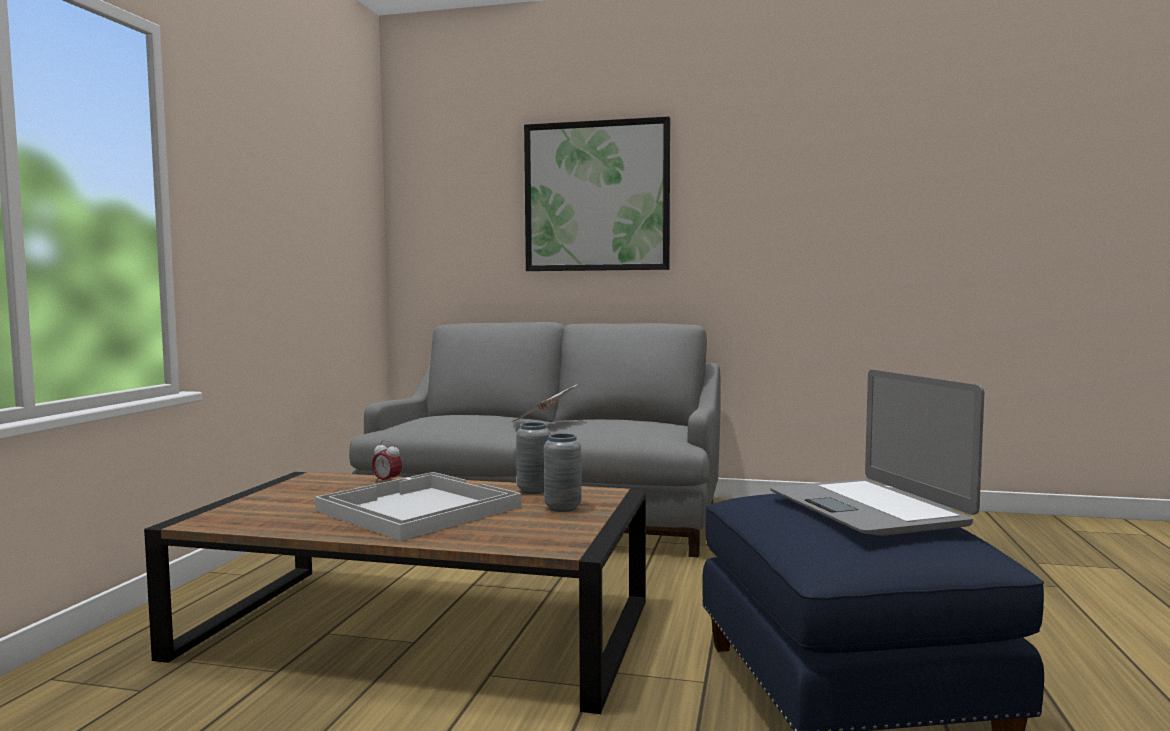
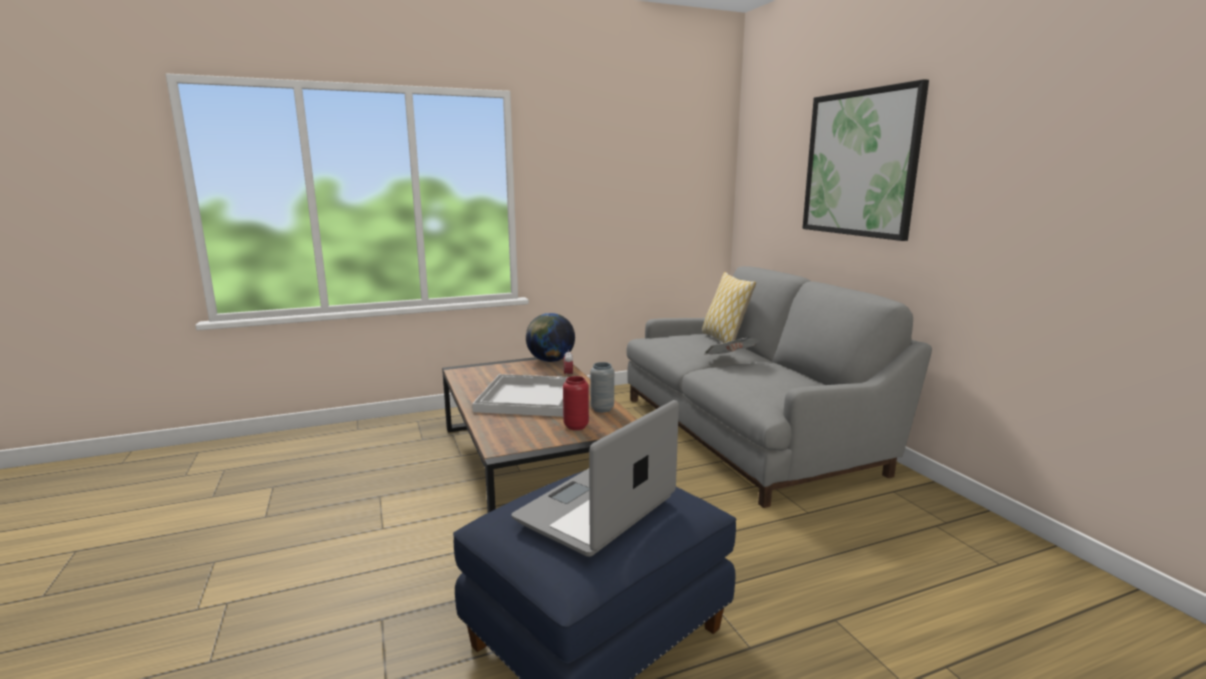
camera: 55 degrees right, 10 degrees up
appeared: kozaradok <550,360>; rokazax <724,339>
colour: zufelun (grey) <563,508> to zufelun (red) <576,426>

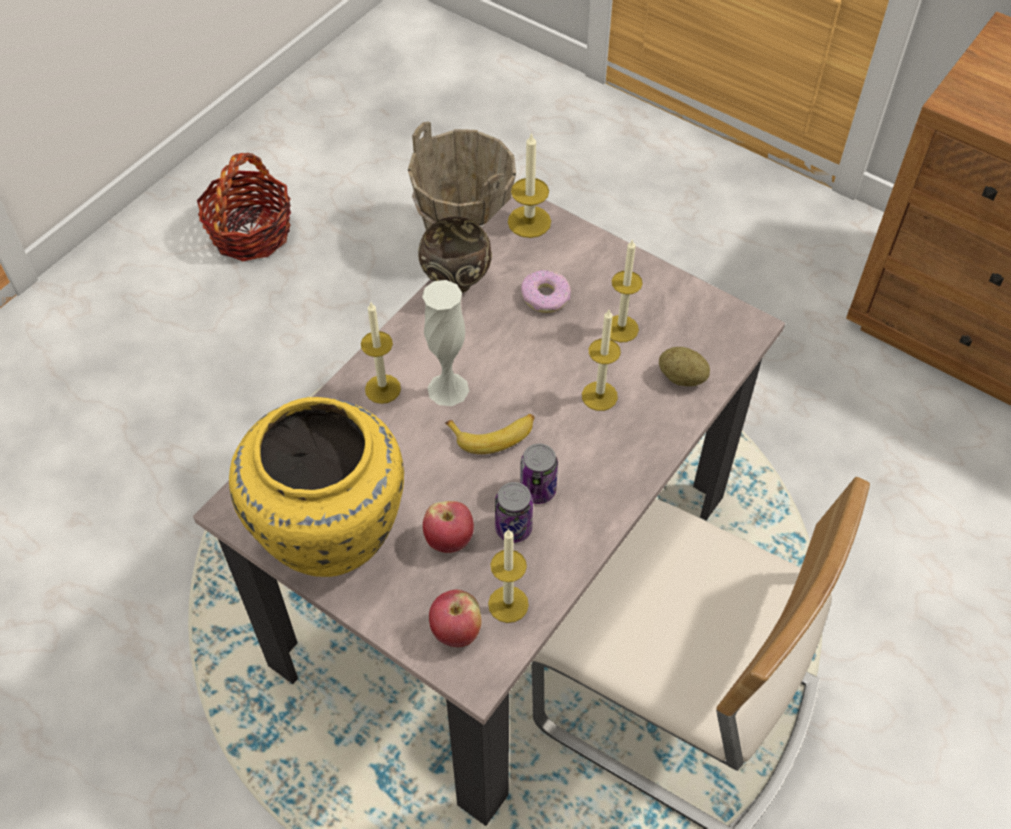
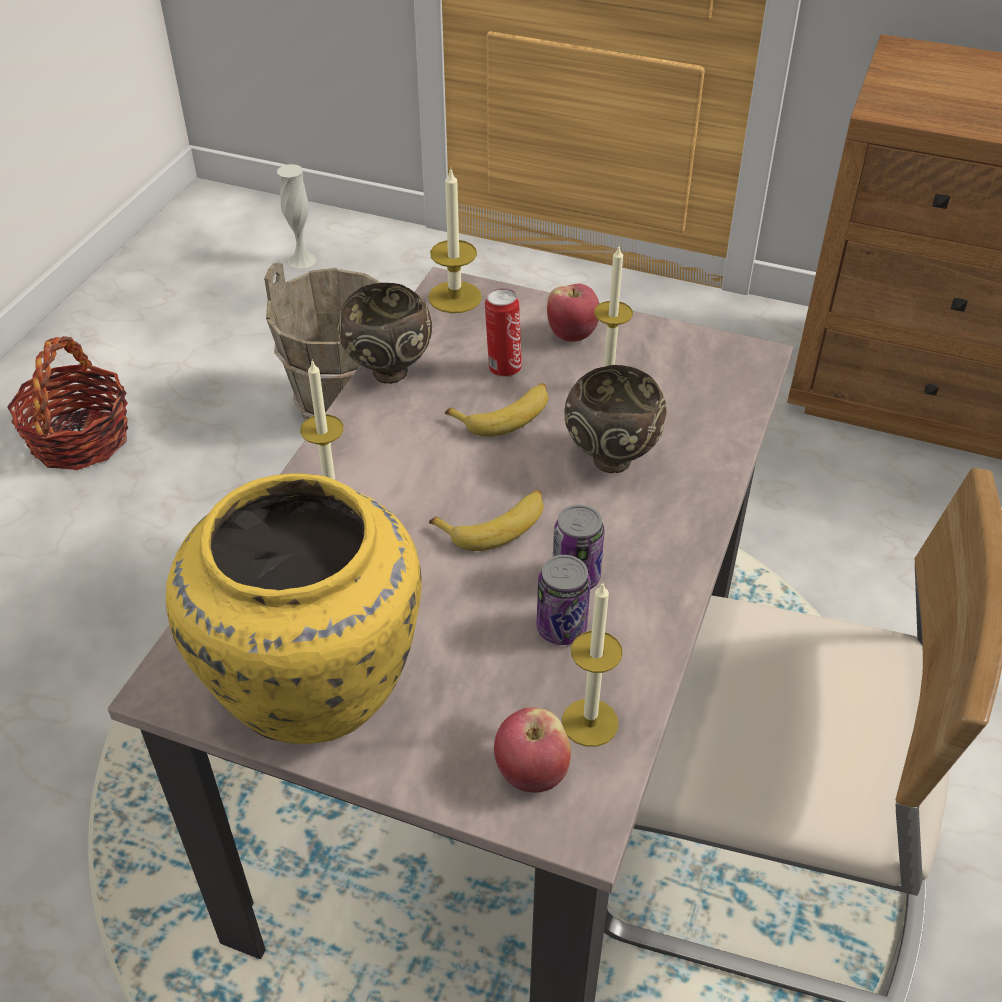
camera: 15 degrees left, 10 degrees down
missing: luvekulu <682,377>
appeared: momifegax <504,415>
relocated: zufelun (white) <448,389> to <302,260>; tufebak <449,540> to <572,335>
exchanged: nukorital <545,296> to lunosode <503,367>; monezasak <599,396> to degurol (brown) <610,458>

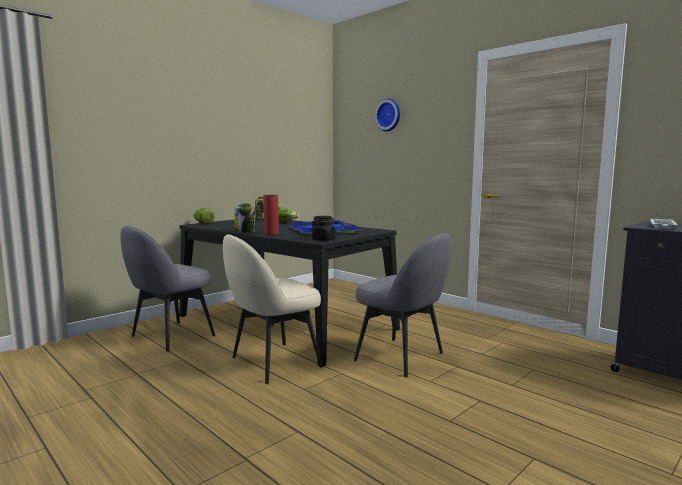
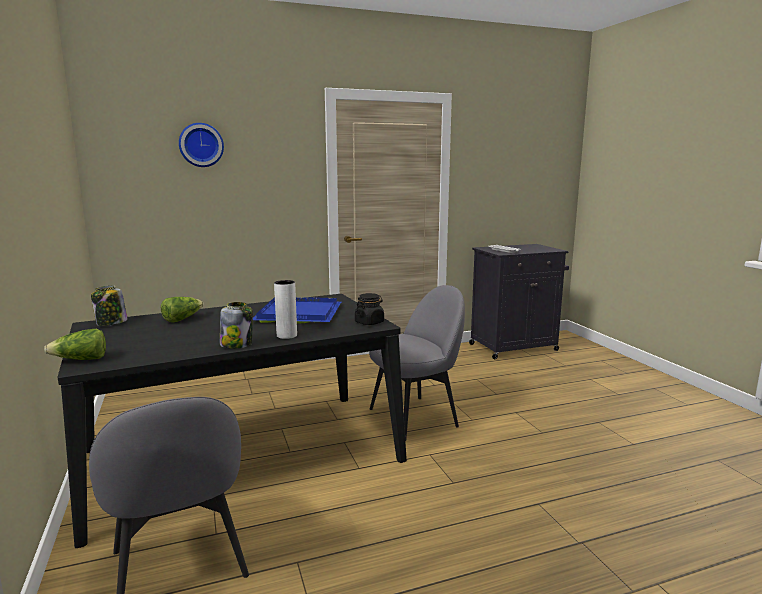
camera: 65 degrees left, 5 degrees up
missing: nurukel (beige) <273,362>
colour: zufelun (red) <271,233> to zufelun (white) <287,335>

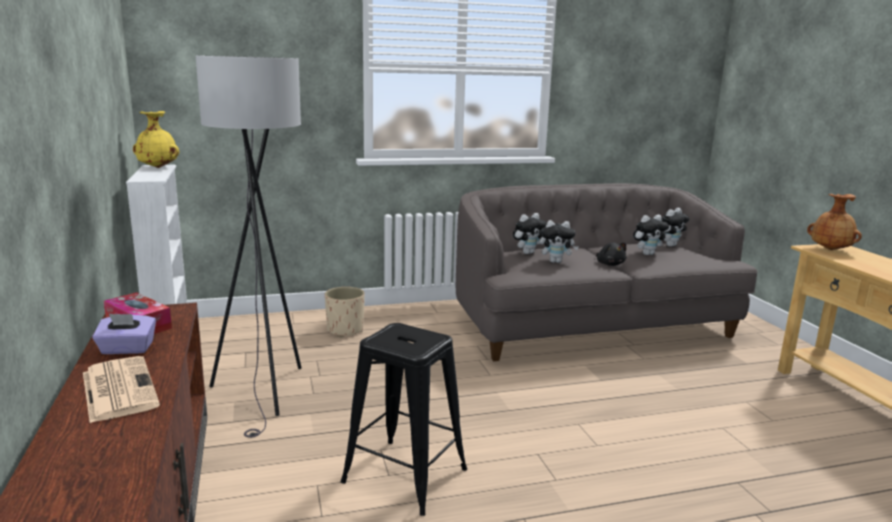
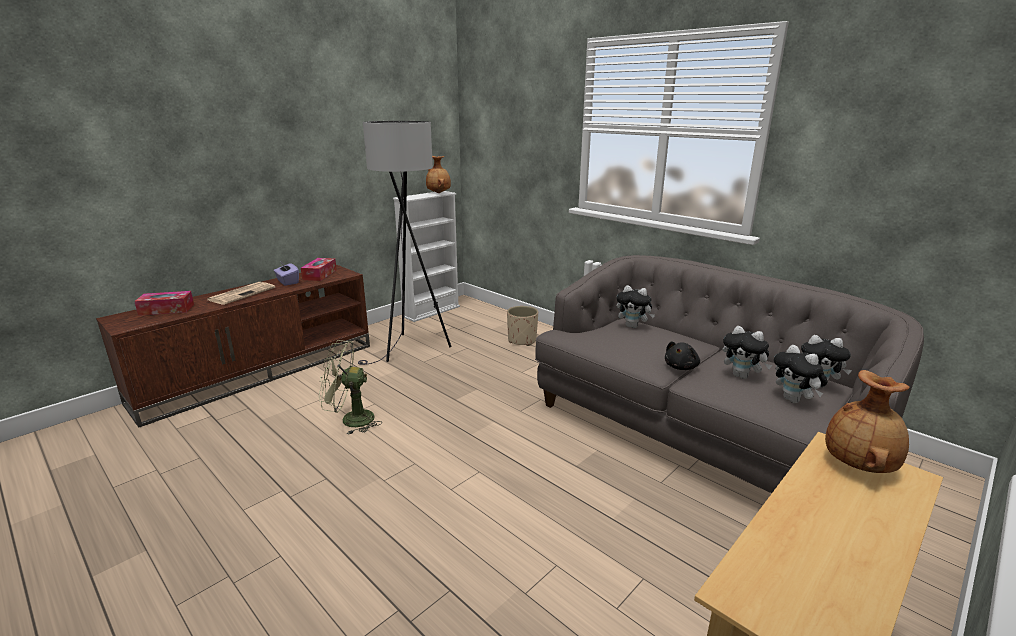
camera: 60 degrees right, 5 degrees up
appeared: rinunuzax <166,309>
relocated: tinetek <556,261> to <794,400>
exchanged: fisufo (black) <404,475> to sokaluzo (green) <350,420>
colour: zufelun (yellow) <158,167> to zufelun (brown) <439,193>

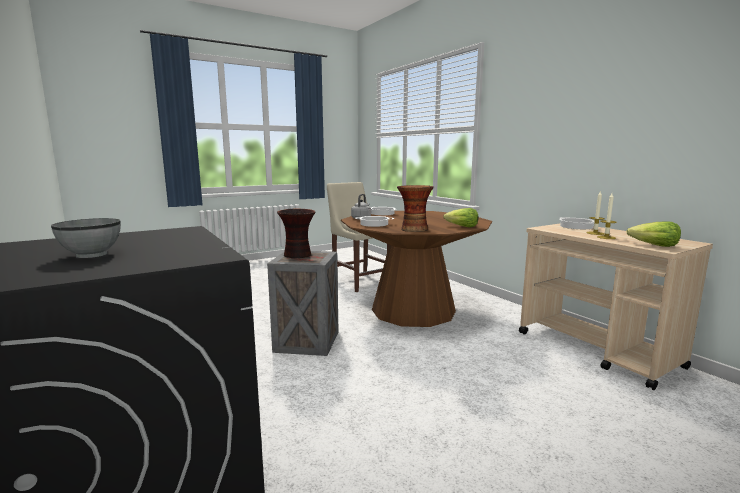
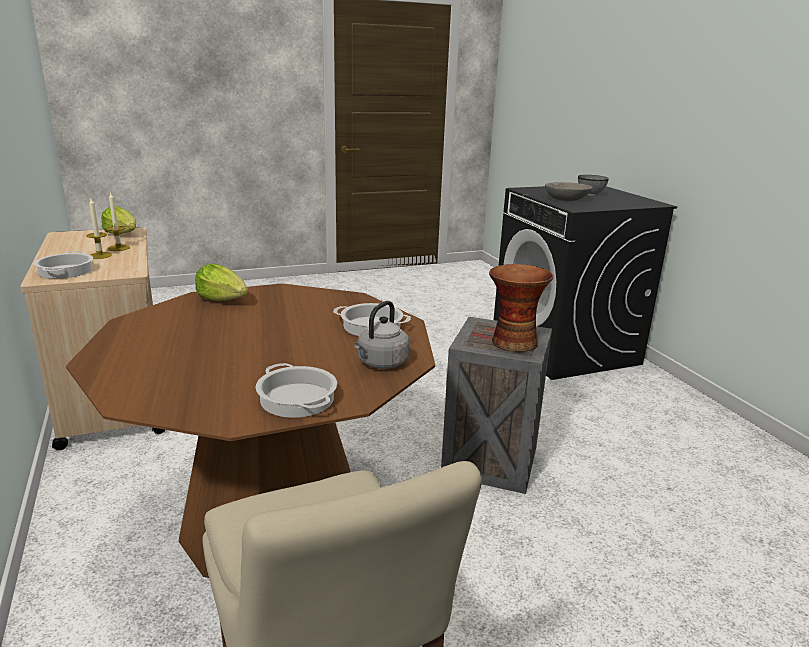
camera: 170 degrees left, 10 degrees up
missing: zufelun <413,229>
appeared: degurol (grey) <566,199>

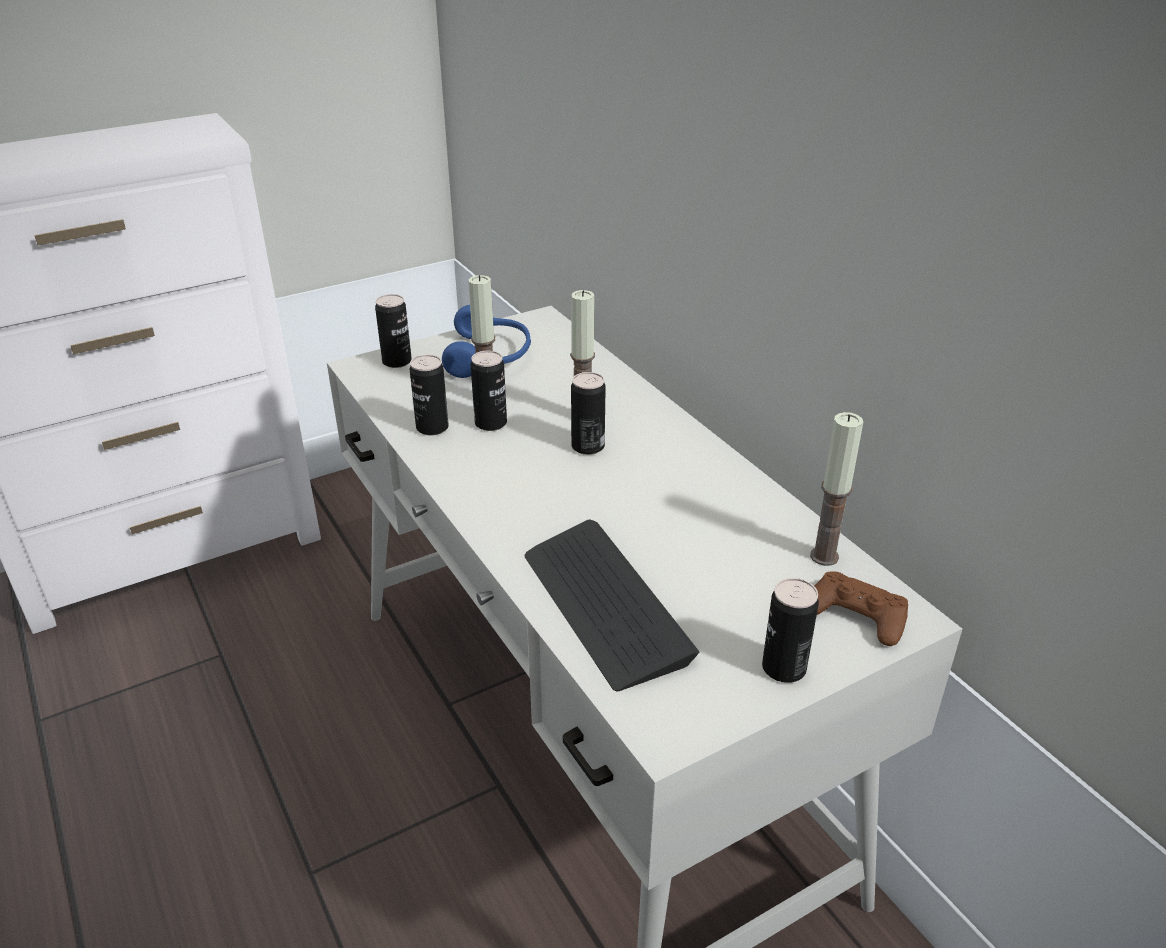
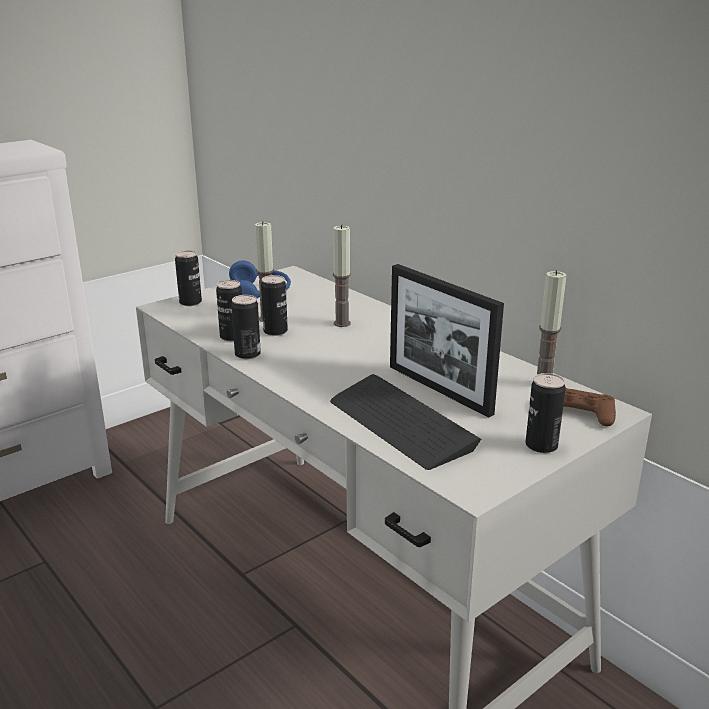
camera: 10 degrees left, 10 degrees down
appeared: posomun <439,389>
relocated: lunosode <588,446> to <247,354>

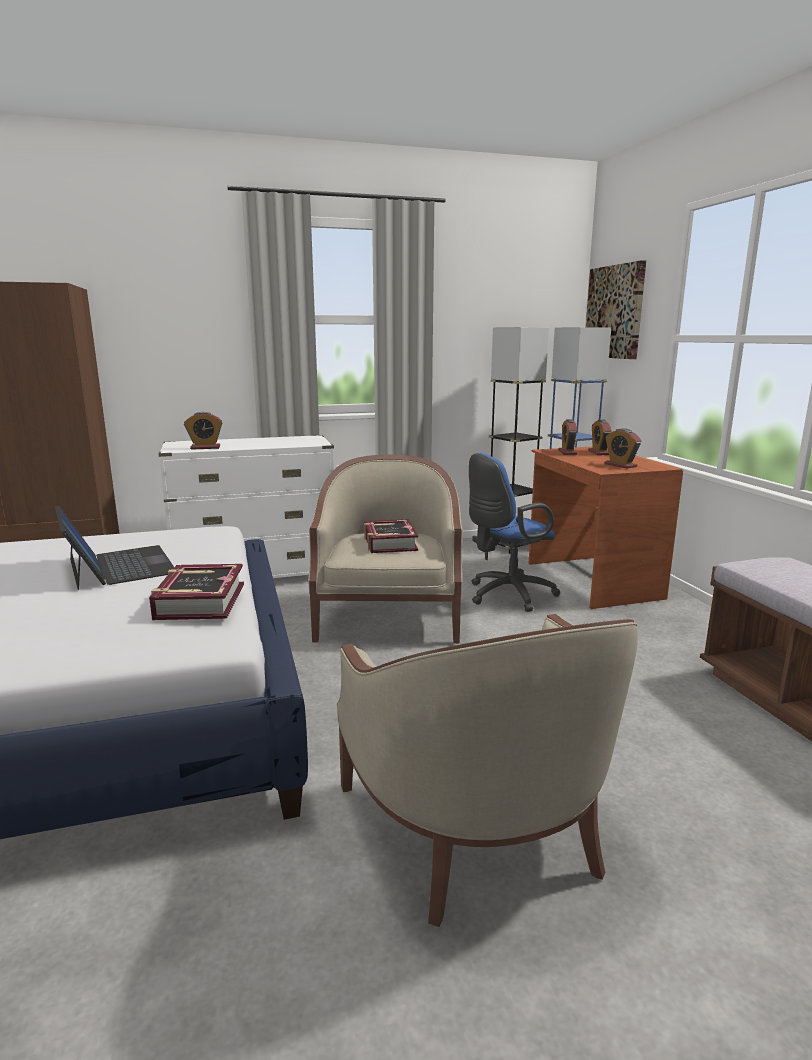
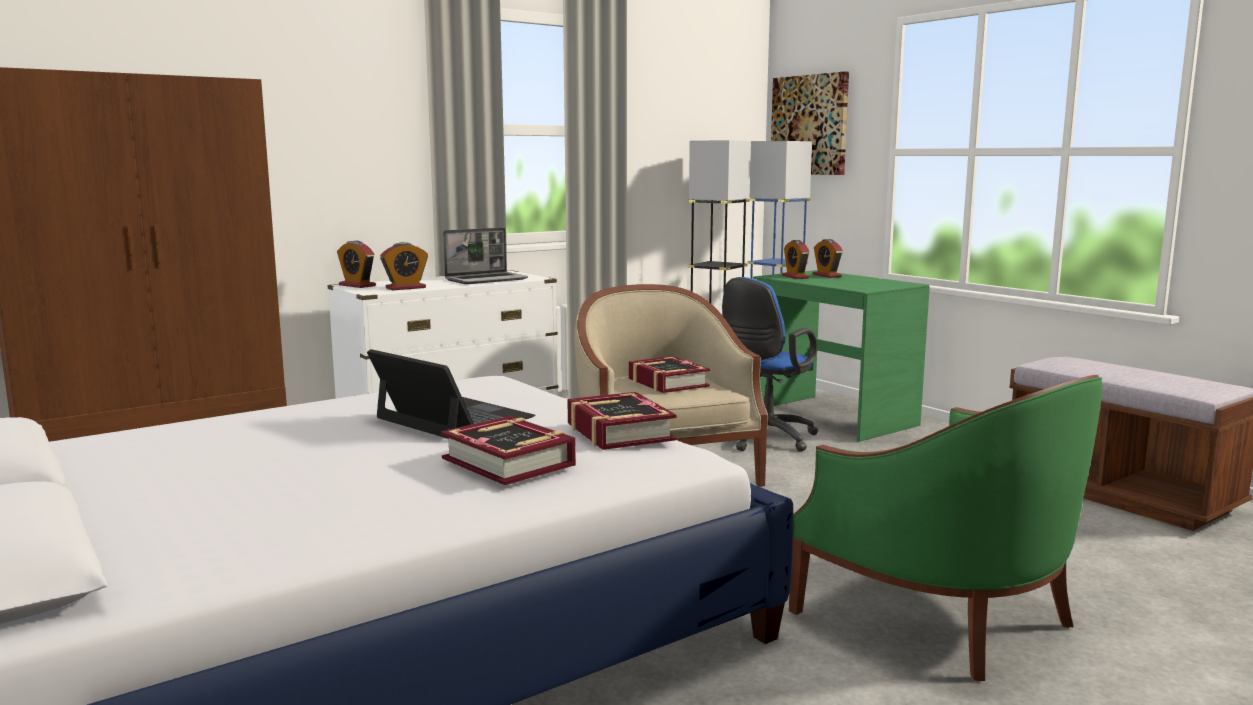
camera: 20 degrees left, 5 degrees down
appeared: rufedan <509,462>; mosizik <487,280>
relocated: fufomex <620,465> to <357,285>
colour: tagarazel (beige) <476,825> to tagarazel (green) <938,615>; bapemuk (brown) <591,580> to bapemuk (green) <832,417>

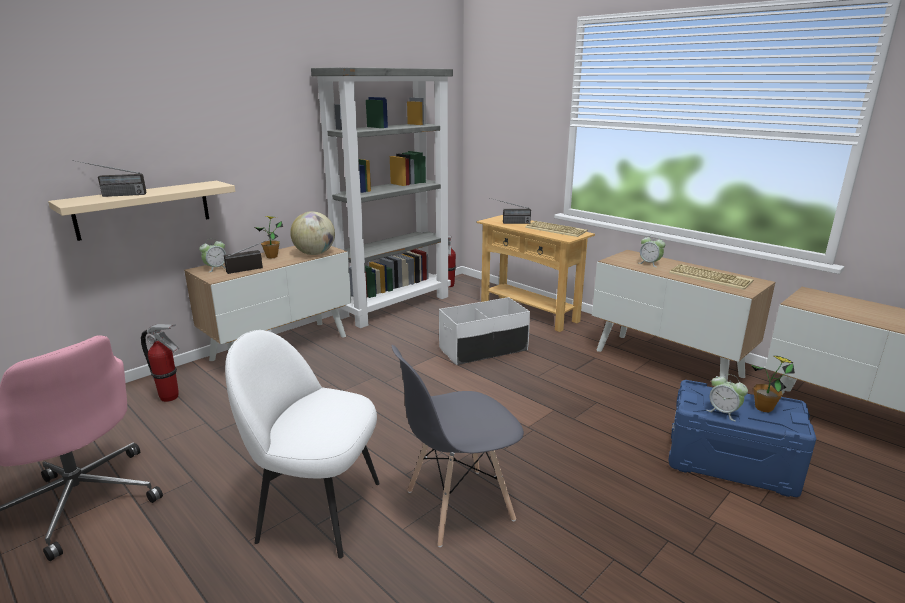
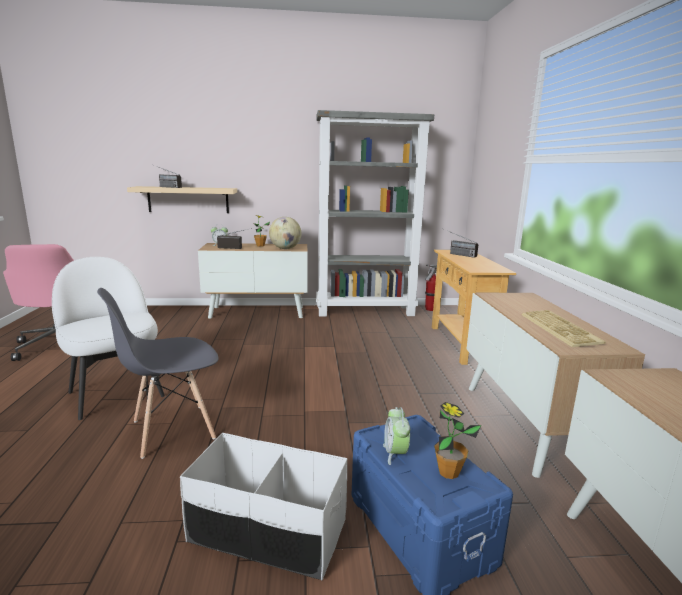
camera: 40 degrees right, 5 degrees down
missing: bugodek <170,397>; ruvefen <556,230>; fufomex <650,264>
relocated: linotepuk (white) <483,349> to <268,532>
spun: nurukel (grey) <458,506> = <172,430> 45 degrees counterclockwise

